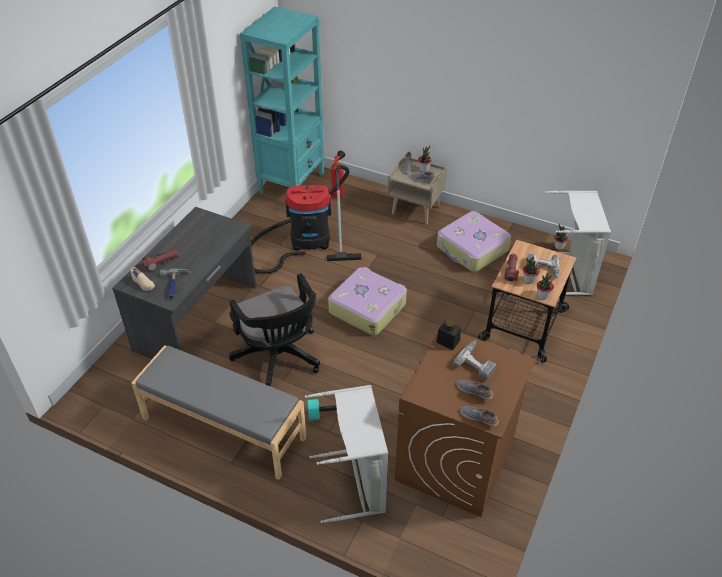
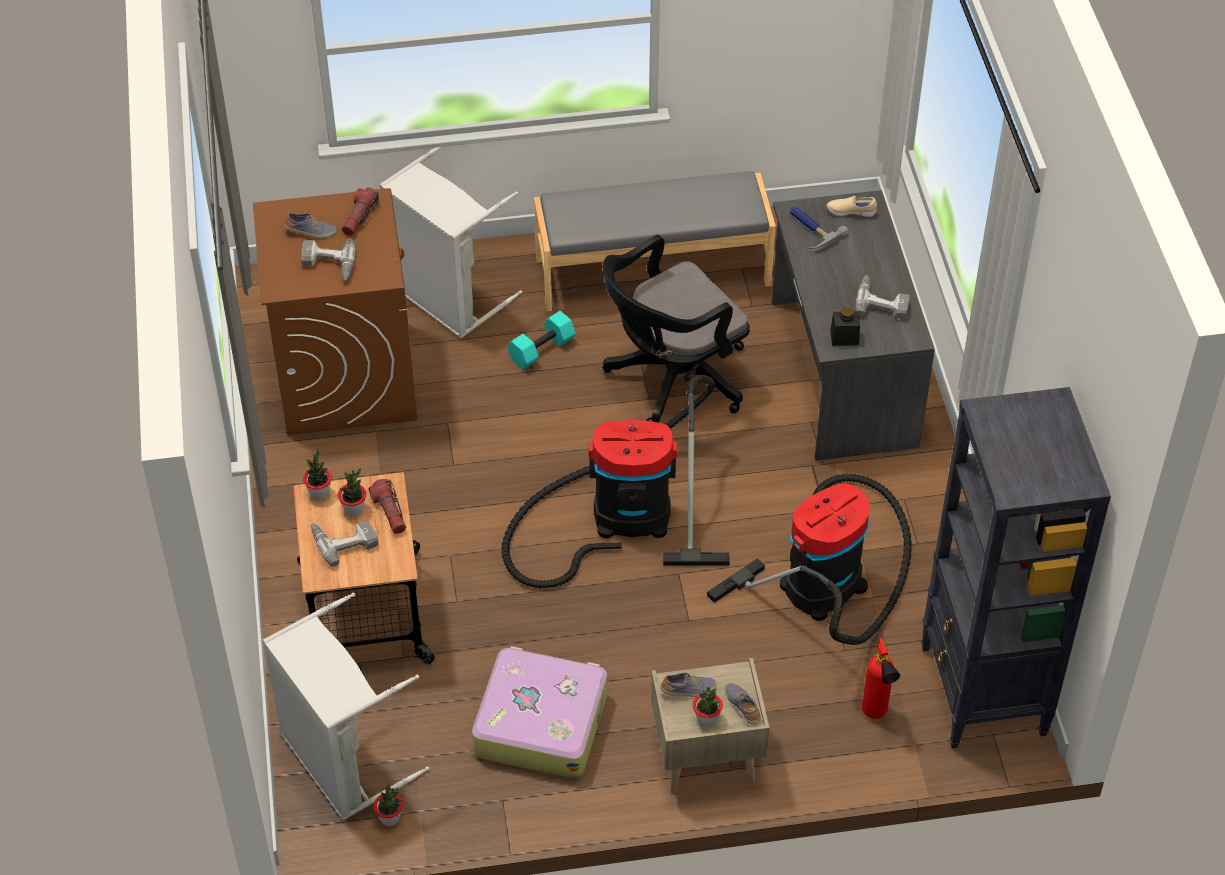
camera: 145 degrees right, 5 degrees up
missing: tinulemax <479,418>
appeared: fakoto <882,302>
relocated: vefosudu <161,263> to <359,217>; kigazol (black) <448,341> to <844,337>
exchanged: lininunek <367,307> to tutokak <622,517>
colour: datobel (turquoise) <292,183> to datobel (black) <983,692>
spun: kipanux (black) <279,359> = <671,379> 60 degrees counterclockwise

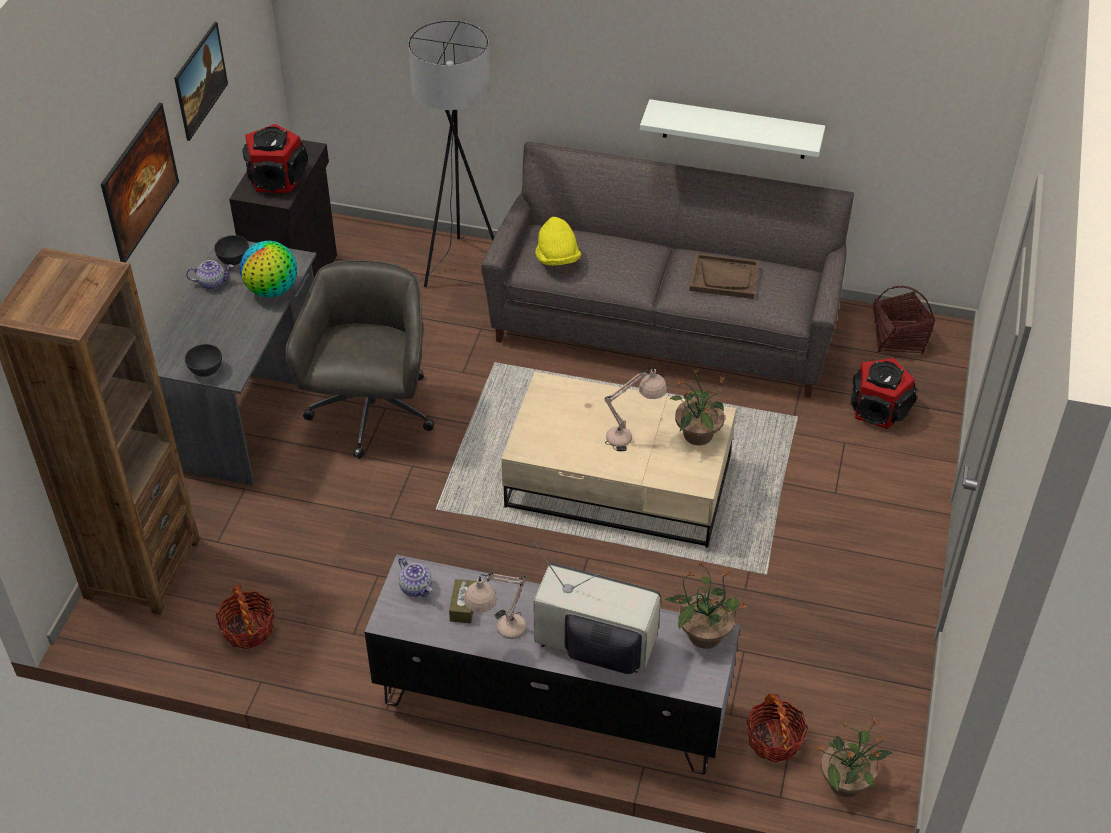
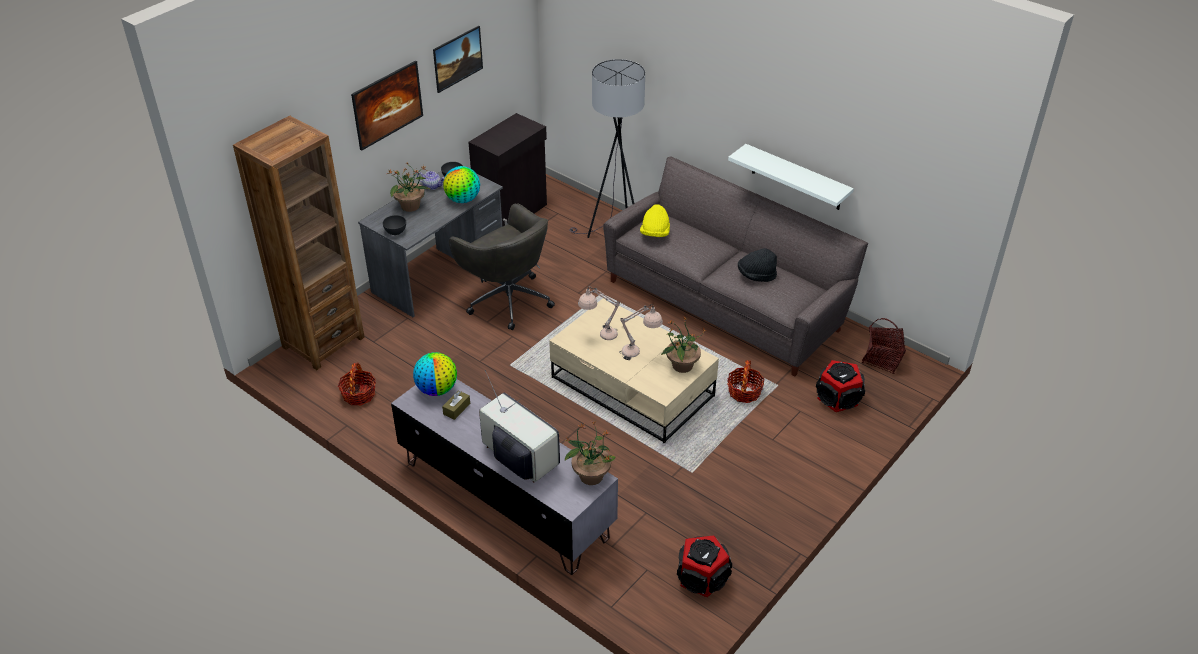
camera: 25 degrees right, 5 degrees down
relocated: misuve <277,178> to <702,577>; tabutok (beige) <497,634> to <598,335>; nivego <774,740> to <744,392>; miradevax <846,782> to <411,206>
exchanged: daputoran <416,587> to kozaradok <437,389>; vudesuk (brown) <724,278> to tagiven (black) <756,275>
spun: kipanux (grey) <371,413> = <507,299> 105 degrees clockwise

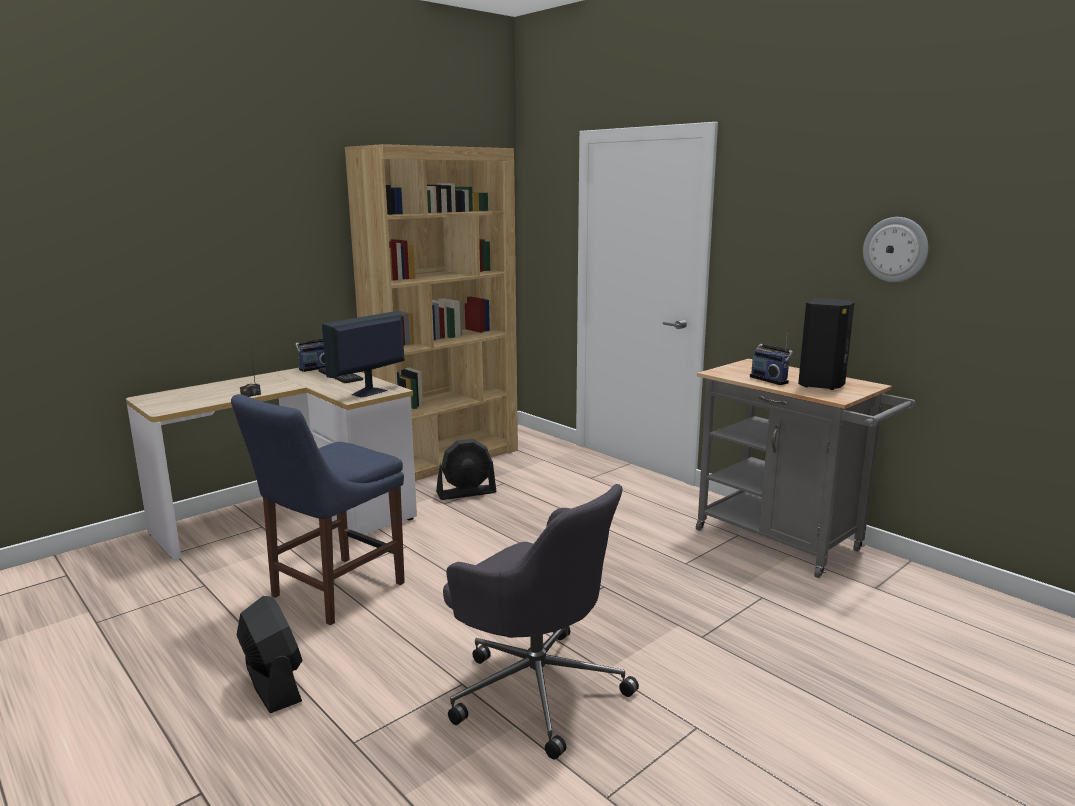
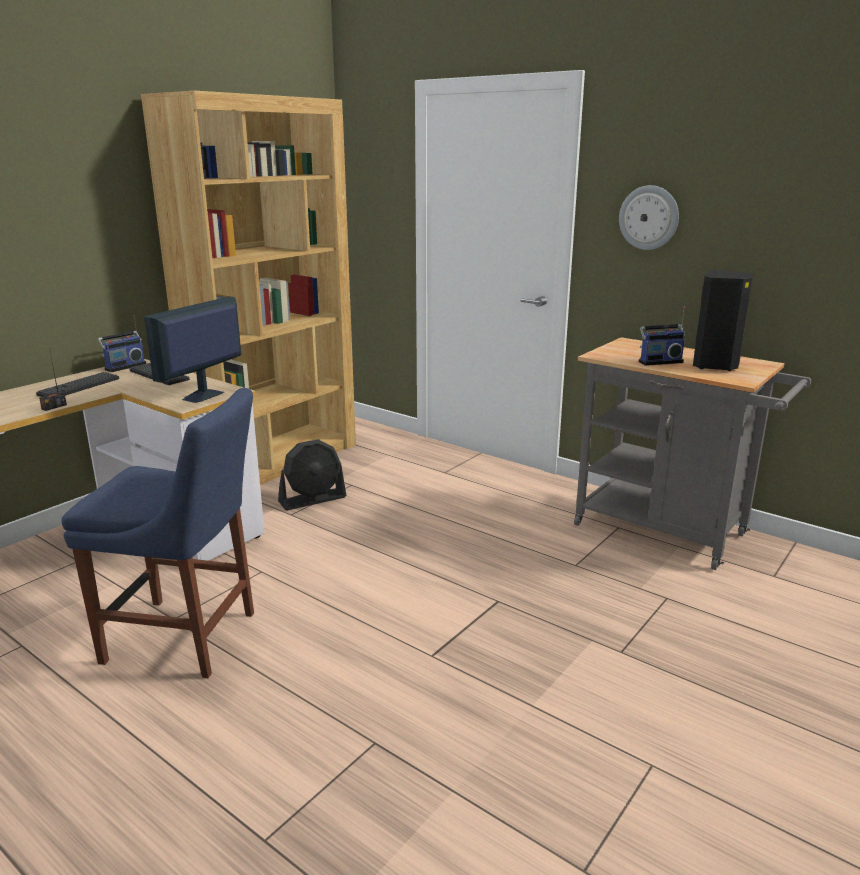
camera: 10 degrees left, 5 degrees up
missing: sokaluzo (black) <273,683>; kipanux (grey) <536,687>
appeared: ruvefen <79,386>
relocated: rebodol <895,249> to <649,217>
spun: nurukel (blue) <332,592> = <187,638> 105 degrees counterclockwise; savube <770,379> = <659,361> 60 degrees counterclockwise

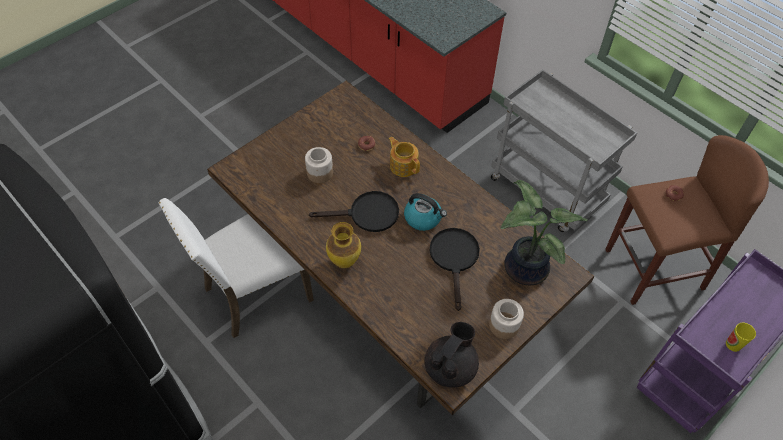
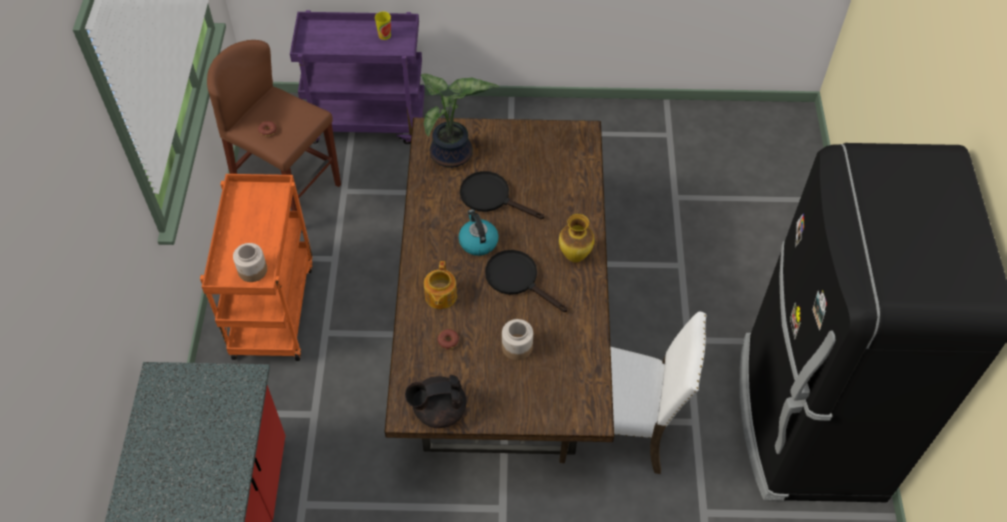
camera: 135 degrees left, 0 degrees up
relocated: daputoran (black) <450,367> to <438,410>; kigazol <503,325> to <252,270>
colour: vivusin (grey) <547,192> to vivusin (orange) <272,308>
spun: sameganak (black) <454,259> = <491,197> 75 degrees clockwise

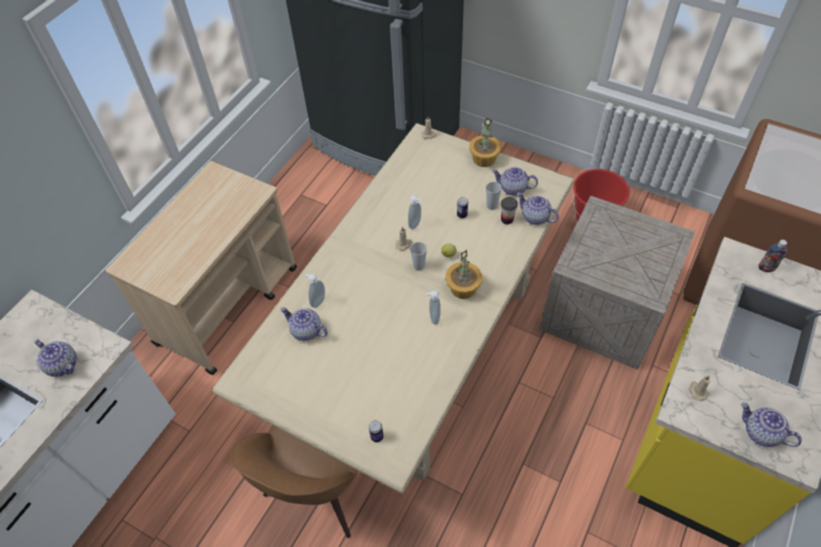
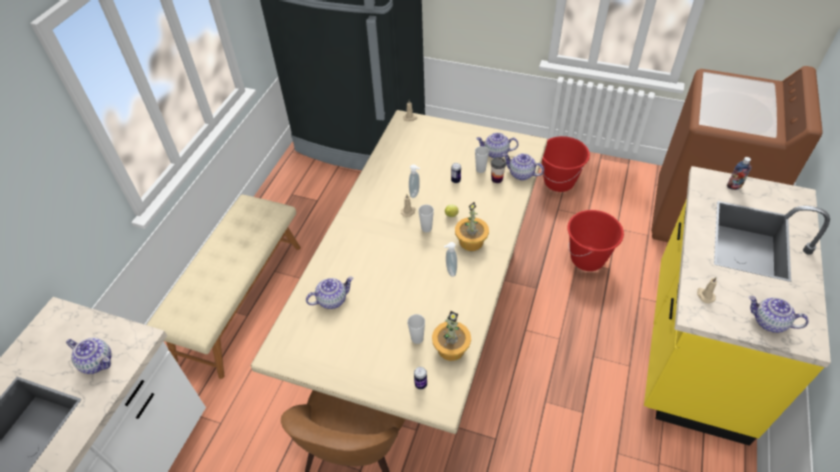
camera: 10 degrees left, 5 degrees down
missing: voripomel <317,301>
appeared: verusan <417,338>
relocated: miradevax <484,158> to <451,348>
exchanged: vivusin (beige) <228,304> to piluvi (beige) <239,300>; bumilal <605,312> to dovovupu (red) <587,259>
spun: daputoran <306,331> = <332,299> 135 degrees clockwise

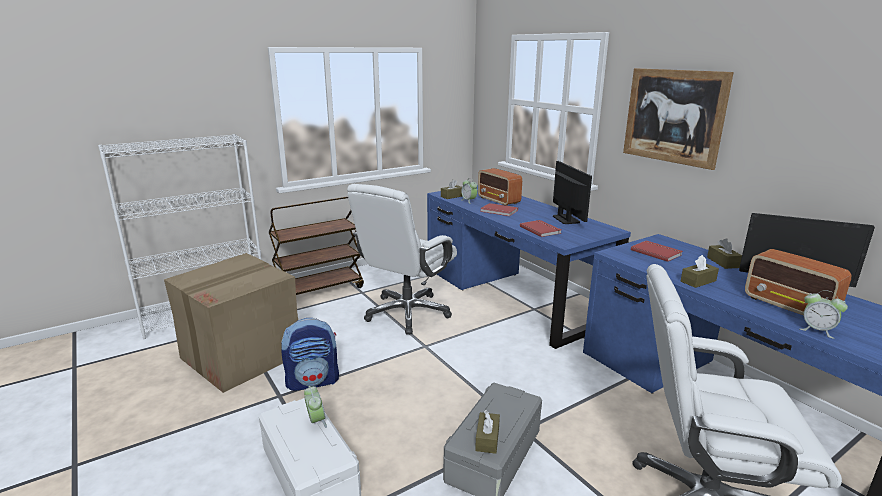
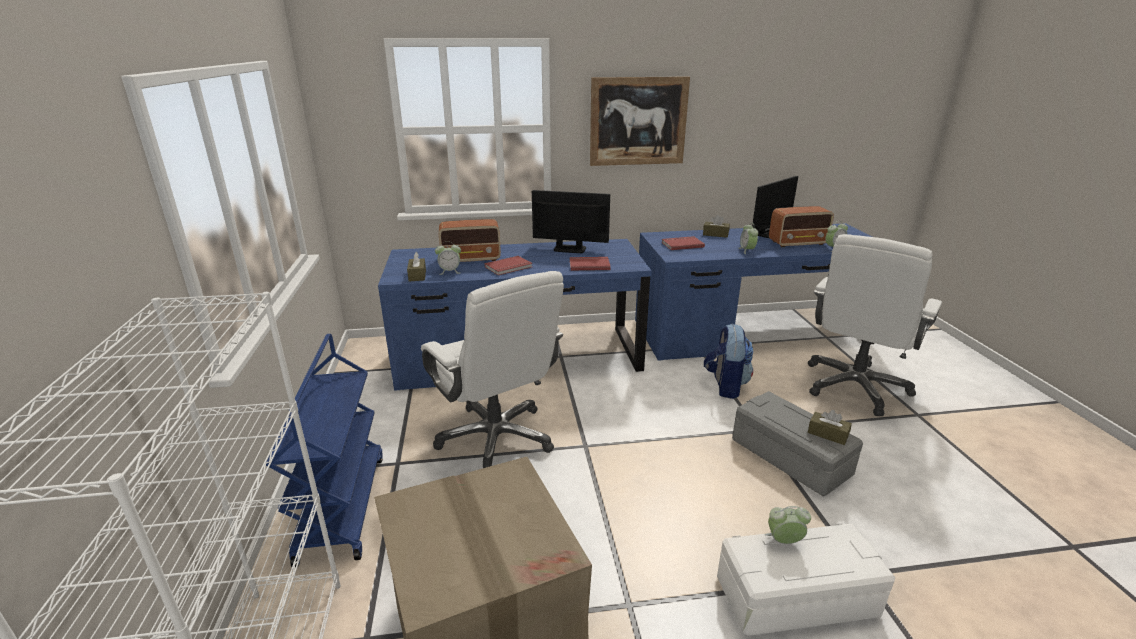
camera: 65 degrees left, 5 degrees up
relocated: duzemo <313,381> to <725,386>
exchanged: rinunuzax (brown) <698,281> to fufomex <747,250>
colour: vivusin (brown) <319,290> to vivusin (blue) <341,506>

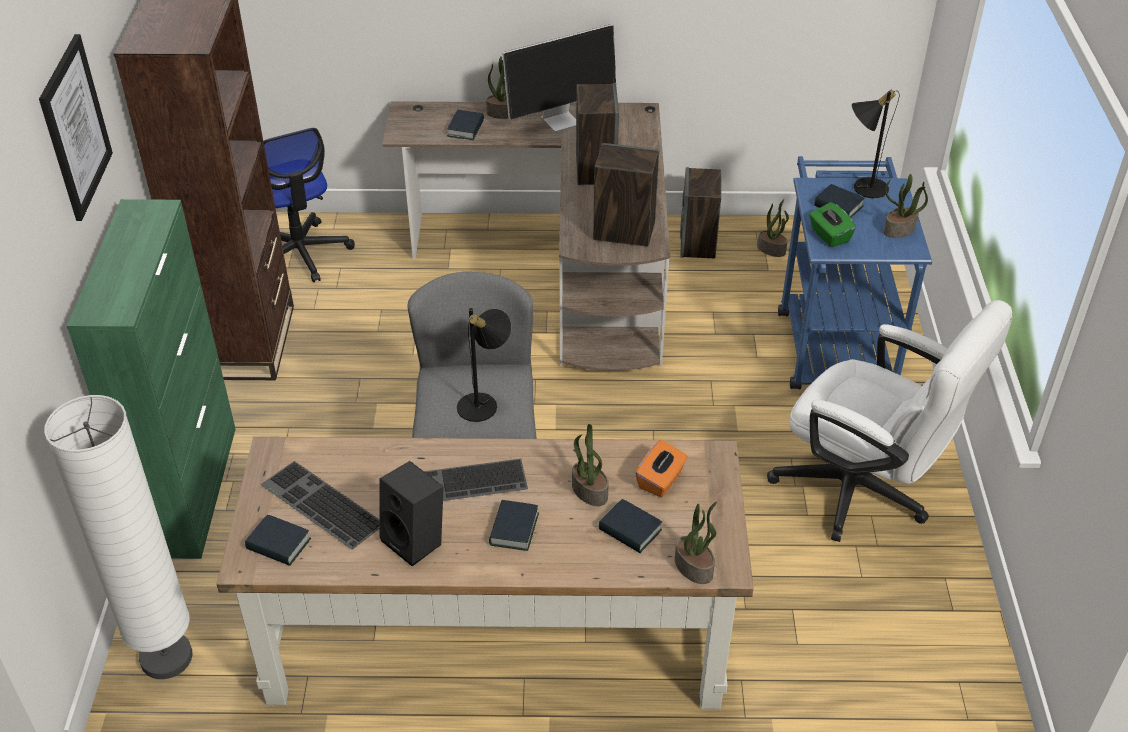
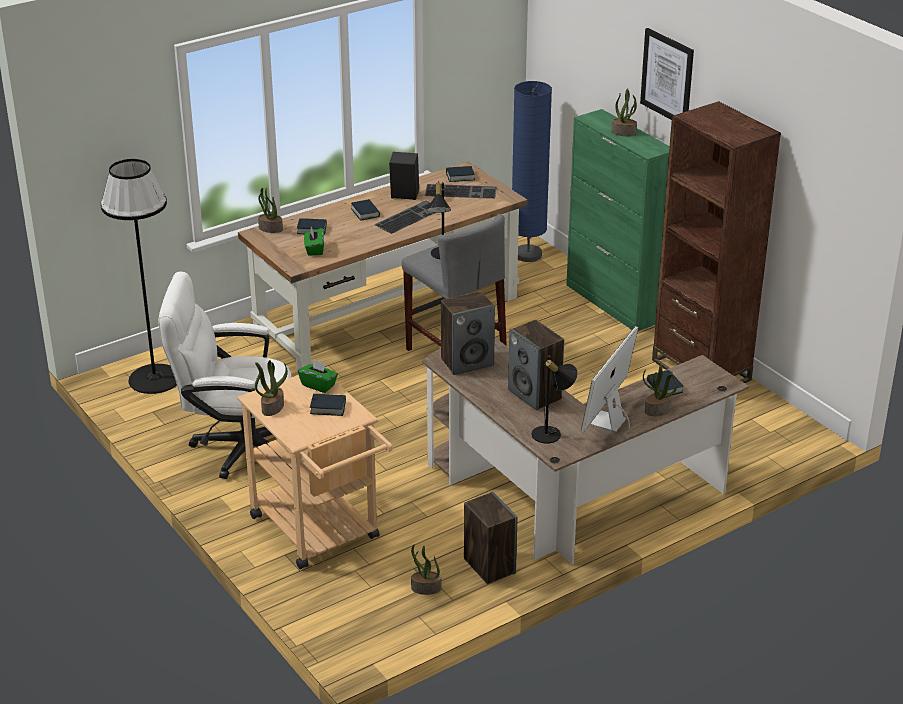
camera: 145 degrees right, 10 degrees down
missing: kipanux <300,253>
appeared: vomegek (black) <154,379>
relocated: miradevax <588,491> to <624,132>; tabutok (black) <864,186> to <552,434>
colour: vomegek (white) <166,658> to vomegek (blue) <528,255>; rinunuzax (orange) <661,480> to rinunuzax (green) <314,249>; vivusin (blue) <833,341> to vivusin (beige) <321,533>

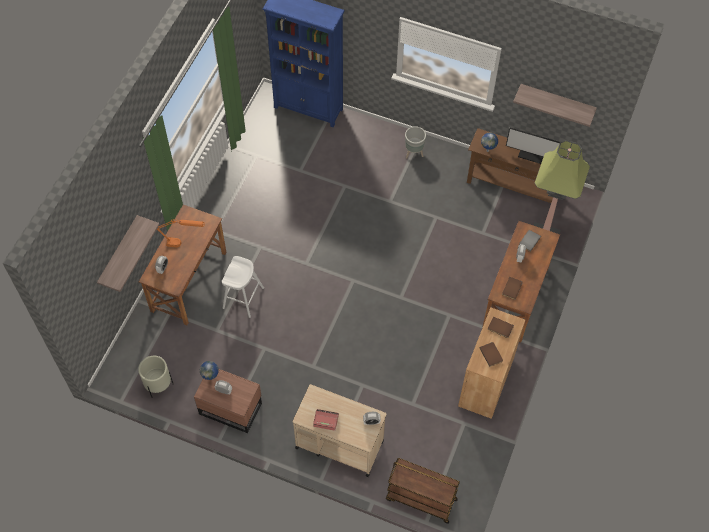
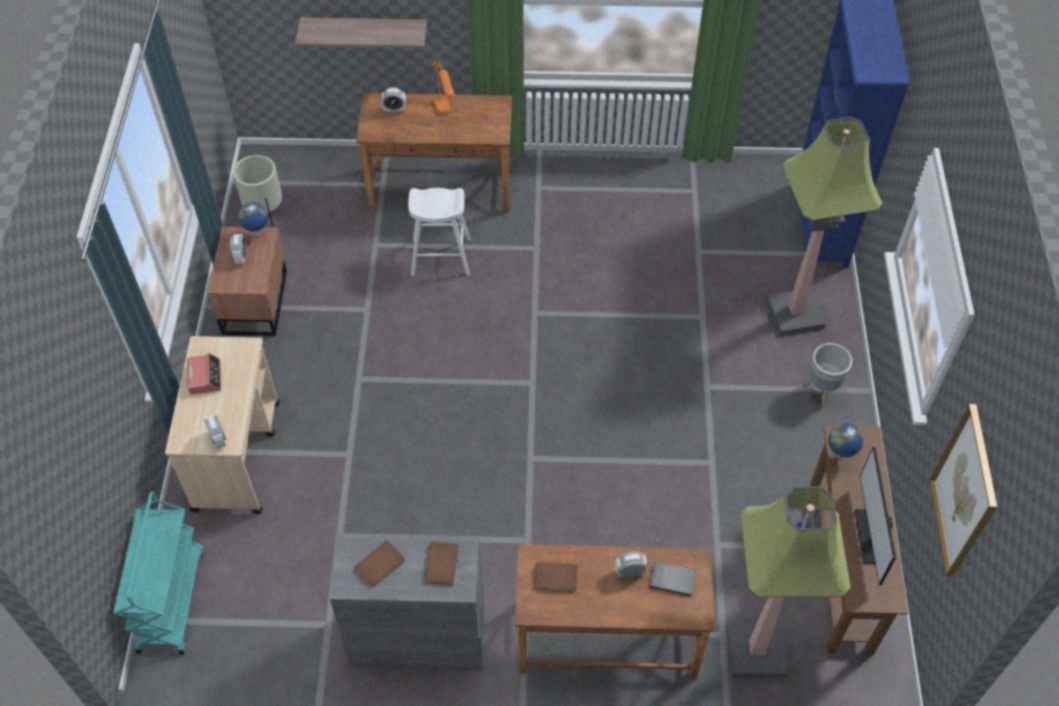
camera: 70 degrees right, 5 degrees down
appeared: vomegek <795,313>
exchanged: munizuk <556,101> to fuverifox <964,492>
colour: vivusin (brown) <420,499> to vivusin (turquoise) <170,599>; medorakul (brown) <486,382> to medorakul (grey) <418,637>

